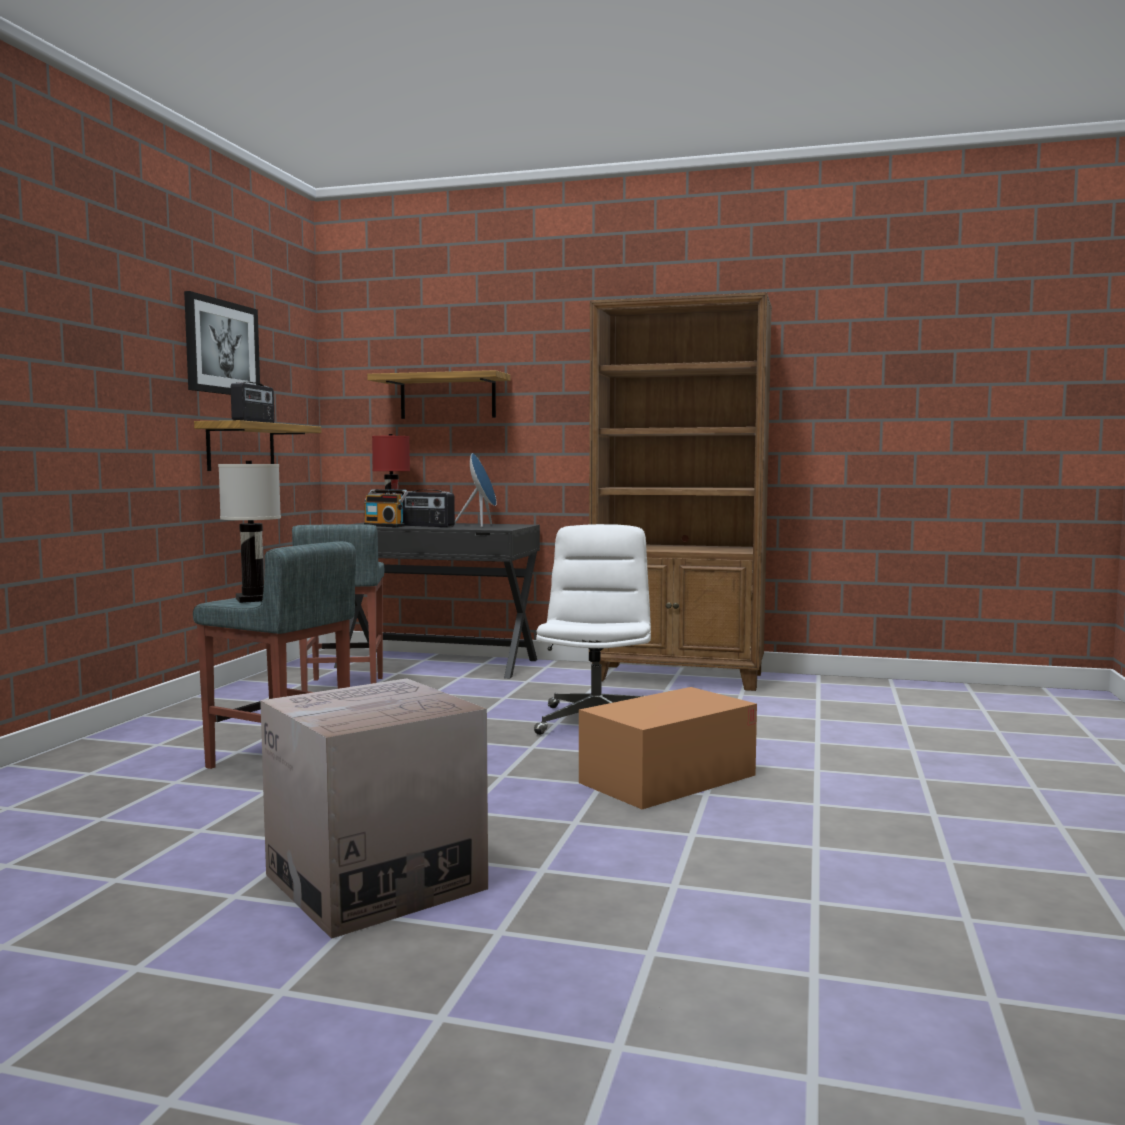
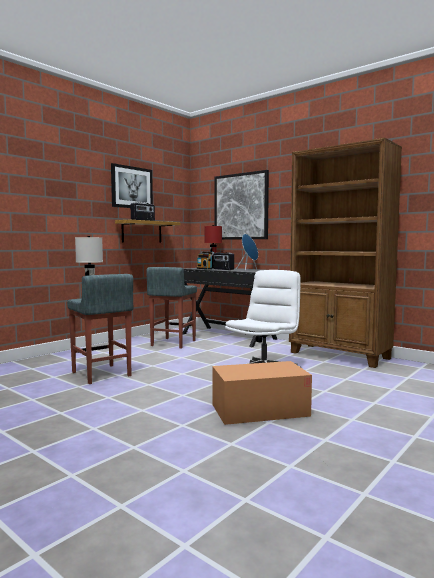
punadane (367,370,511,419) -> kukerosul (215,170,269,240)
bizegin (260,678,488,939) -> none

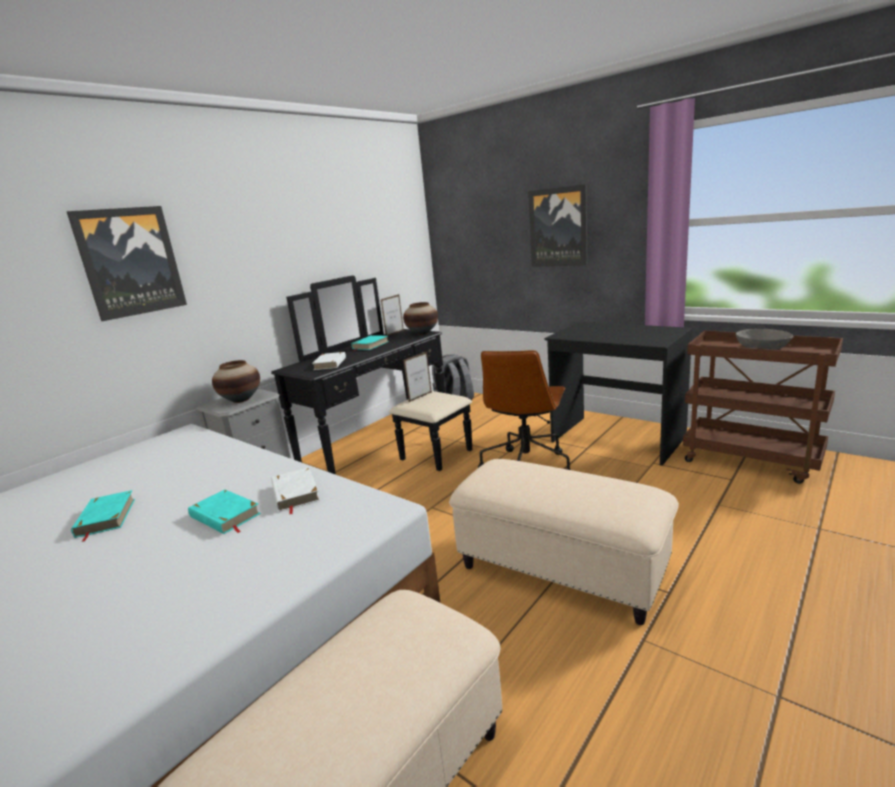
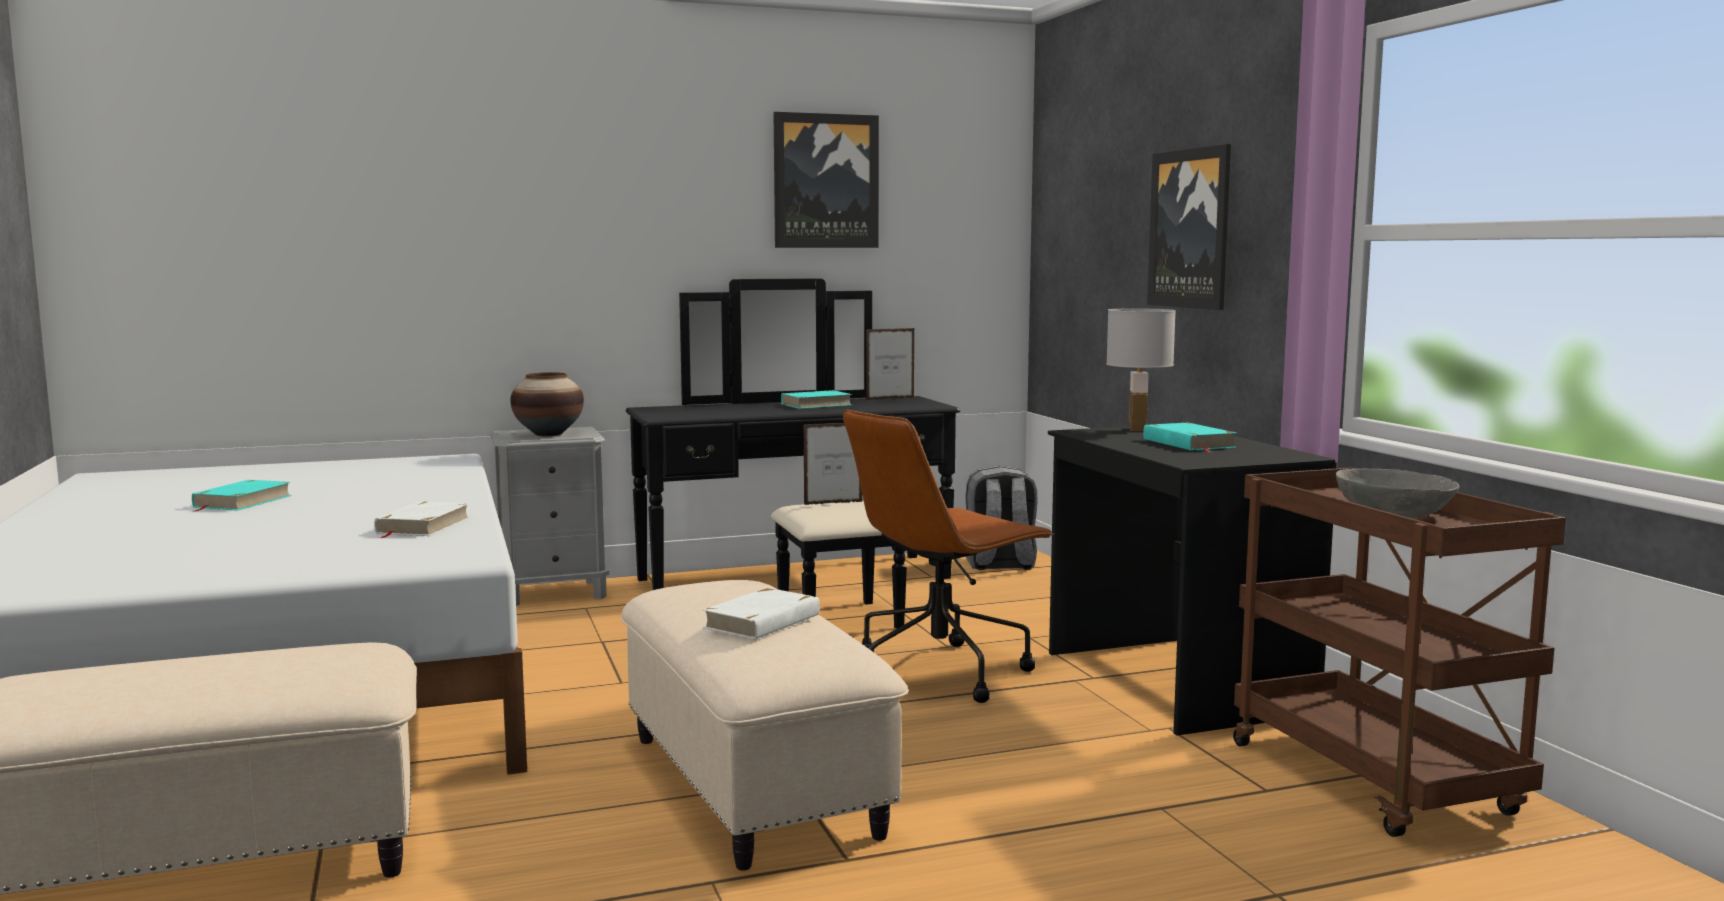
kukerosul (67,206,187,321) -> kukerosul (774,112,879,248), relocated
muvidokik (403,302,438,335) -> none
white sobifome (312,352,346,370) -> white sobifome (703,588,820,640), relocated
turquoise sobifome (188,490,261,534) -> turquoise sobifome (1143,423,1237,452), relocated
none -> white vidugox (1106,308,1176,431)

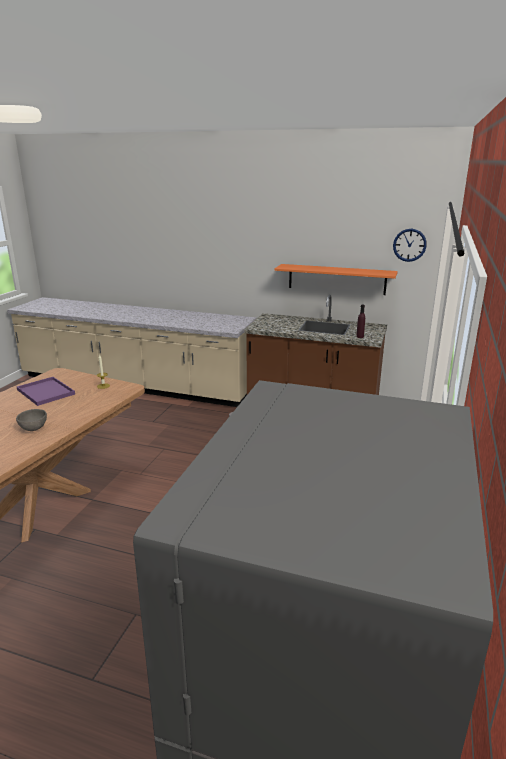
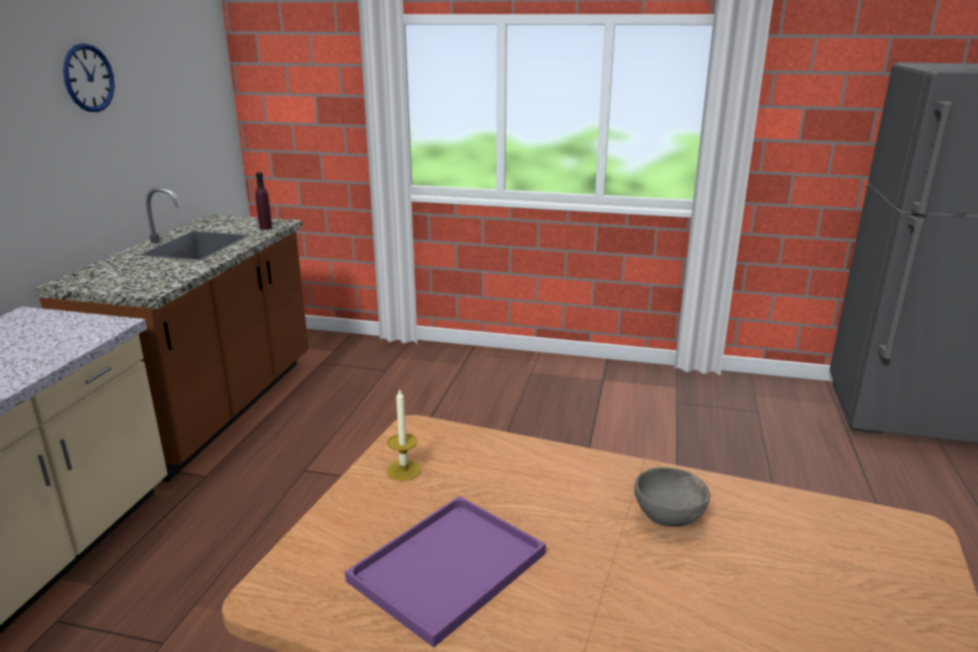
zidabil (393,229,427,262) -> zidabil (63,43,115,112), relocated
orange punadane (274,264,398,295) -> none

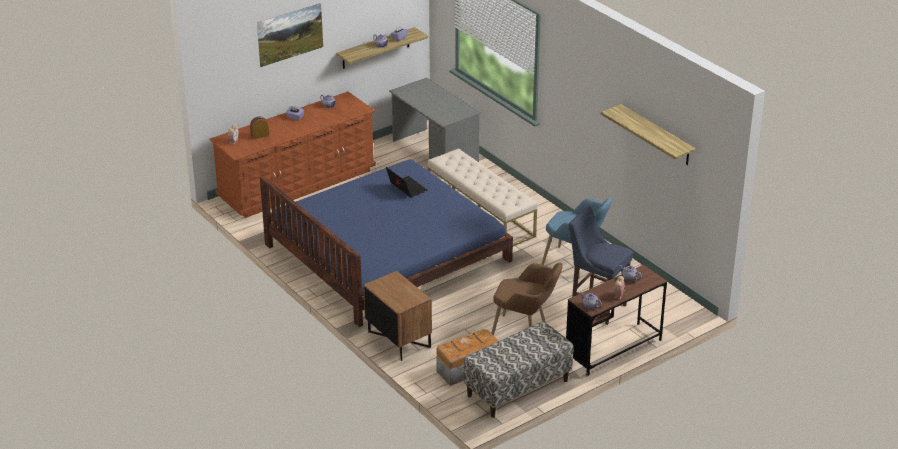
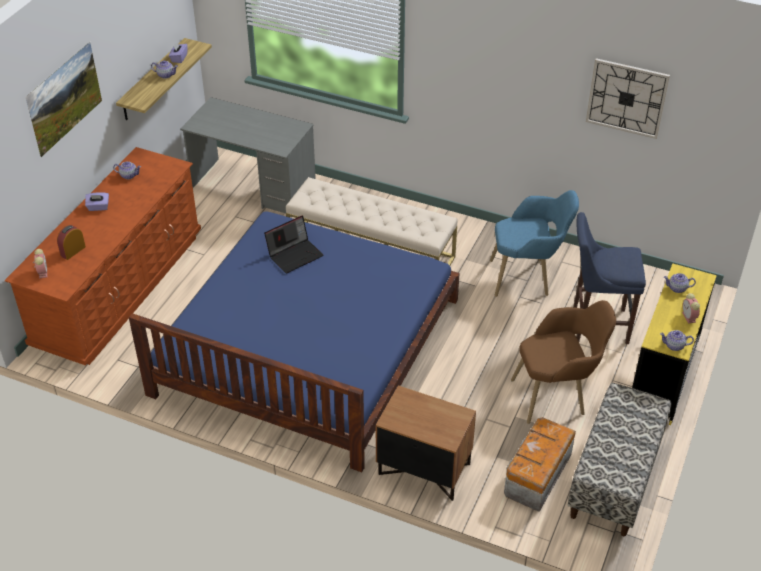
punadane (601,104,696,165) -> zidabil (586,58,670,139)
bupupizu (386,167,428,197) -> bupupizu (264,215,323,273), 120 degrees clockwise
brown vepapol (566,265,667,376) -> yellow vepapol (632,263,717,425)

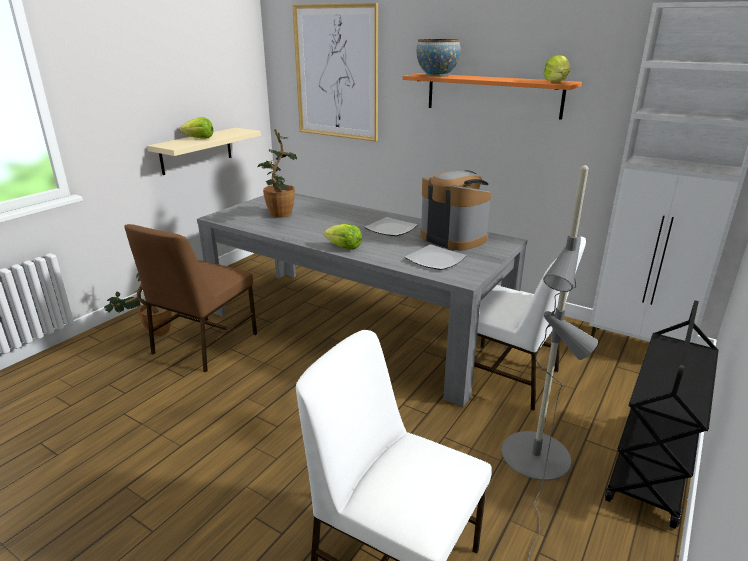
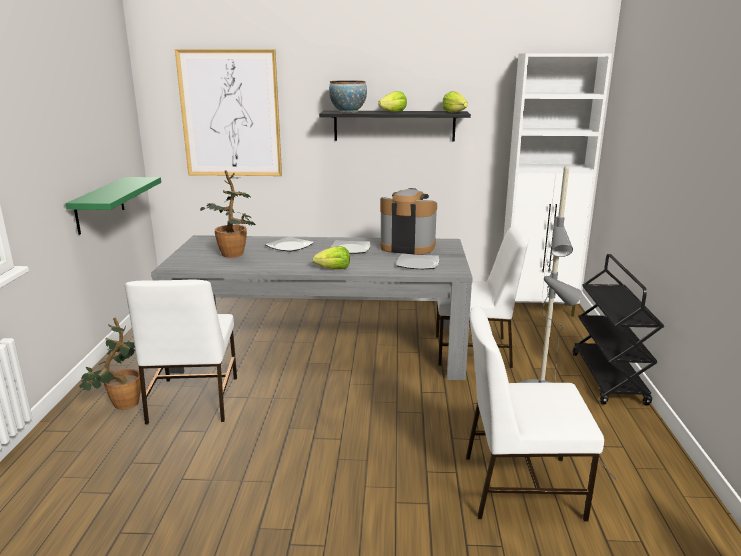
orange punadane (402,73,582,120) -> black punadane (319,111,471,141)
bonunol (180,117,213,139) -> bonunol (378,91,407,112), relocated
beige punadane (147,128,261,175) -> green punadane (65,177,161,235)
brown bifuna (124,224,257,372) -> white bifuna (125,280,237,425)
none -> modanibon (265,236,314,252)

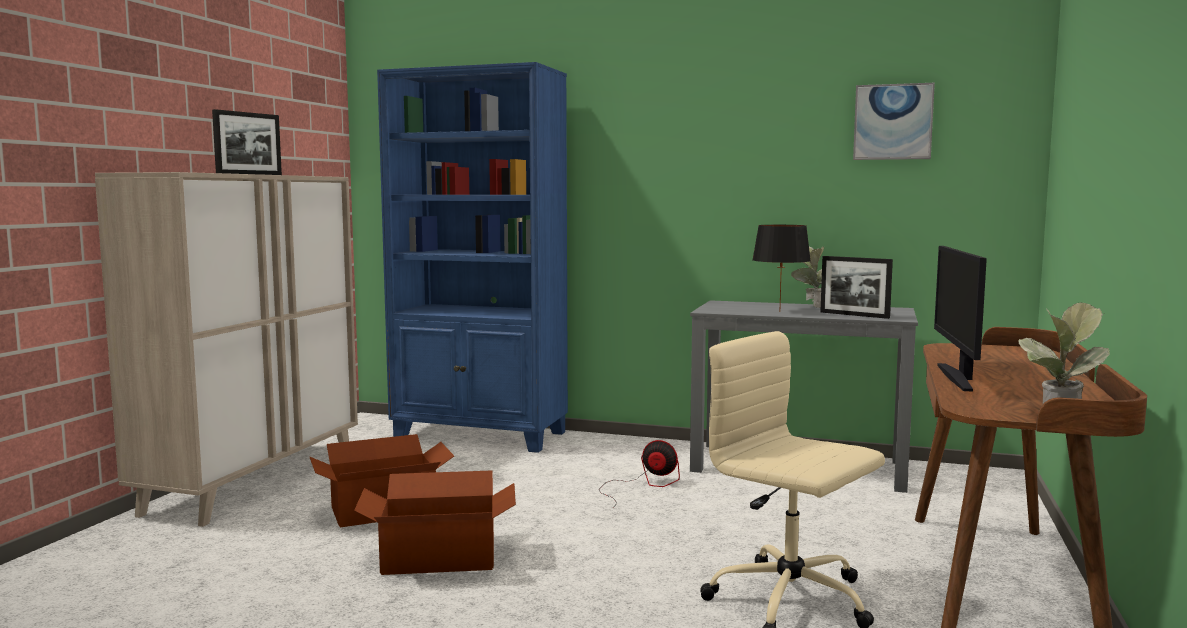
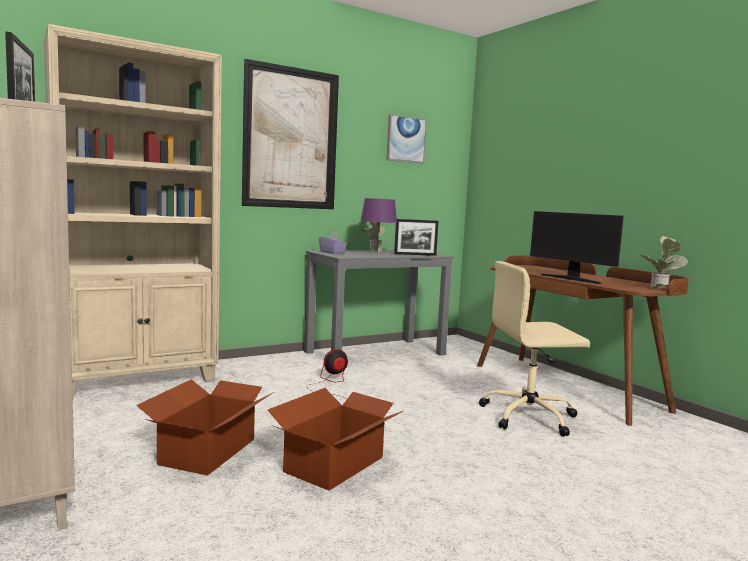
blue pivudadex (377,62,568,453) -> beige pivudadex (44,24,222,396)
black vidugox (752,225,811,312) -> purple vidugox (360,198,397,251)
none -> kukerosul (242,59,339,209)
none -> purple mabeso (319,232,347,254)

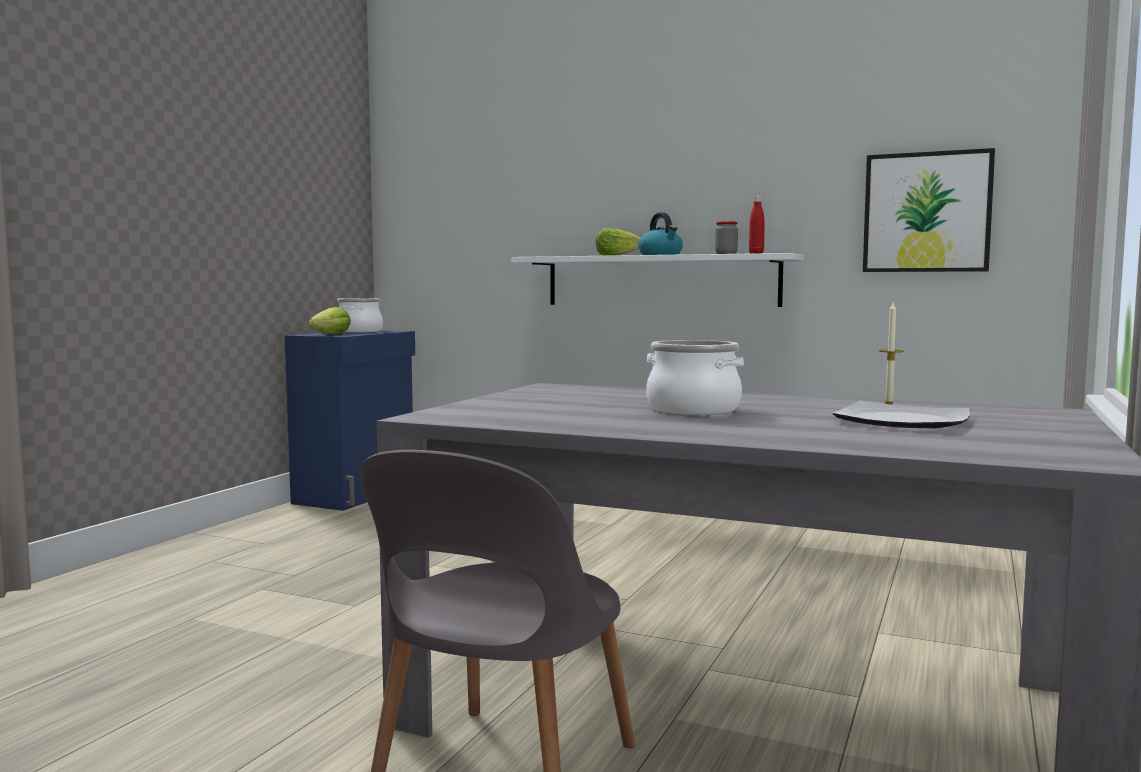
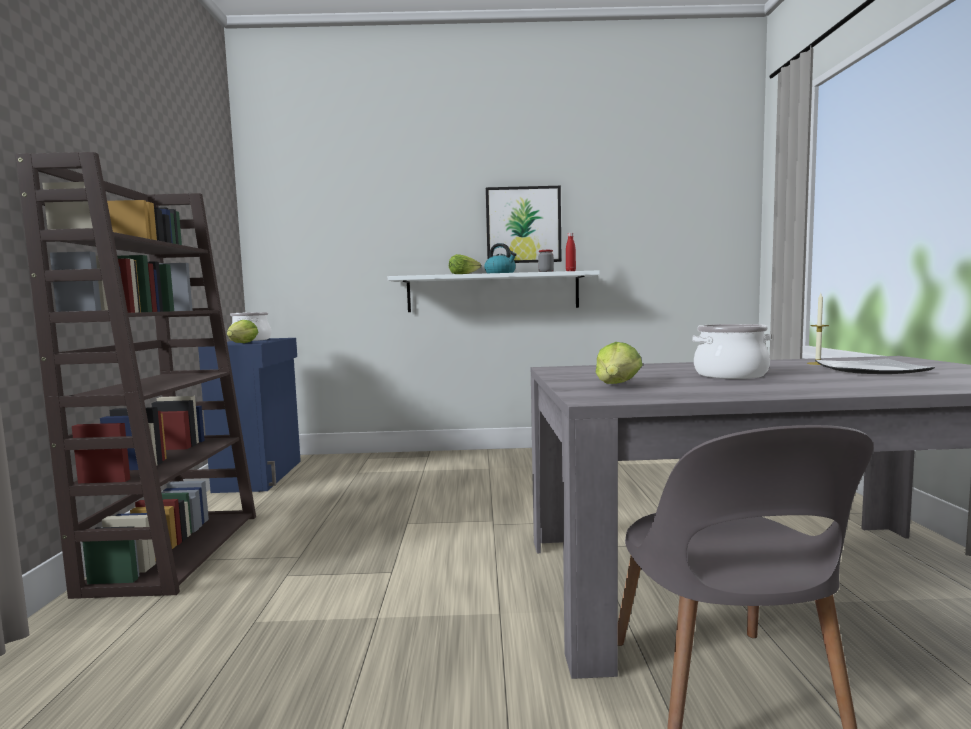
kukerosul (863,148,995,272) -> kukerosul (486,186,562,263), relocated
none -> brown pivudadex (16,152,256,599)
none -> bonunol (596,342,643,384)

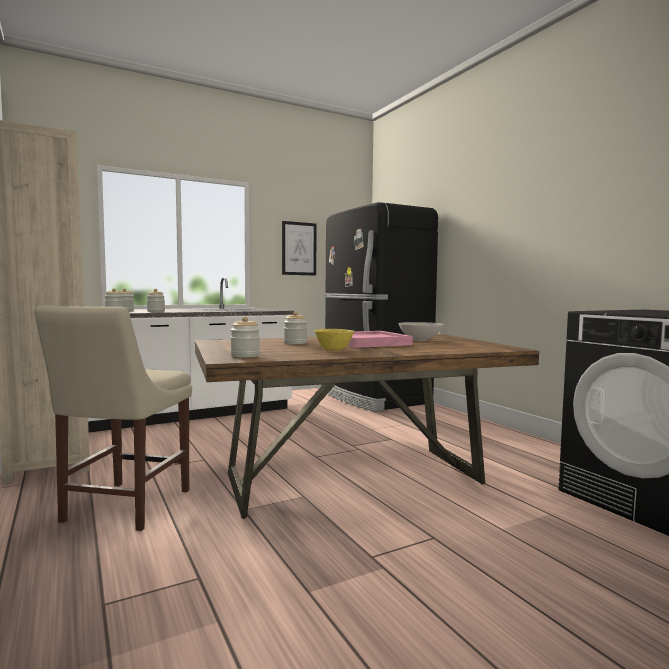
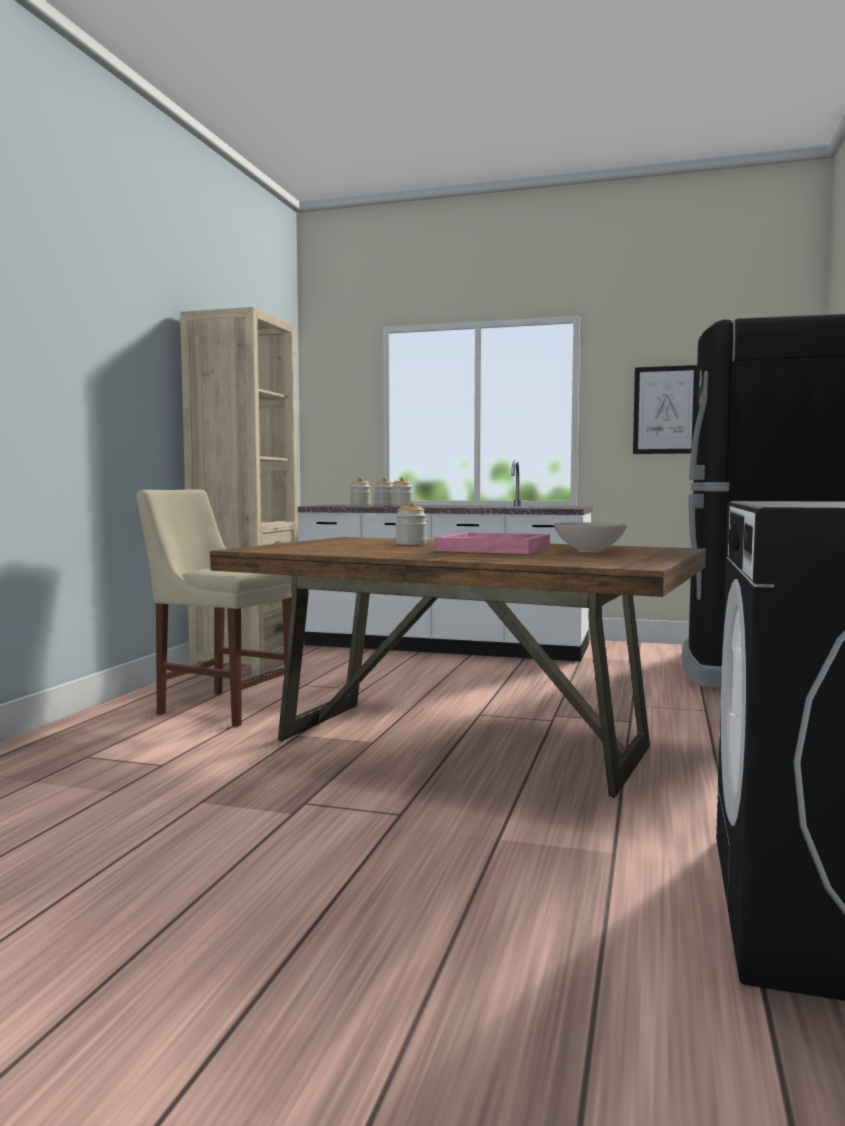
beige bifuna (34,305,192,531) -> beige bifuna (136,489,292,727), 60 degrees clockwise
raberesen (230,317,260,358) -> none
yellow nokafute (314,329,354,351) -> none

